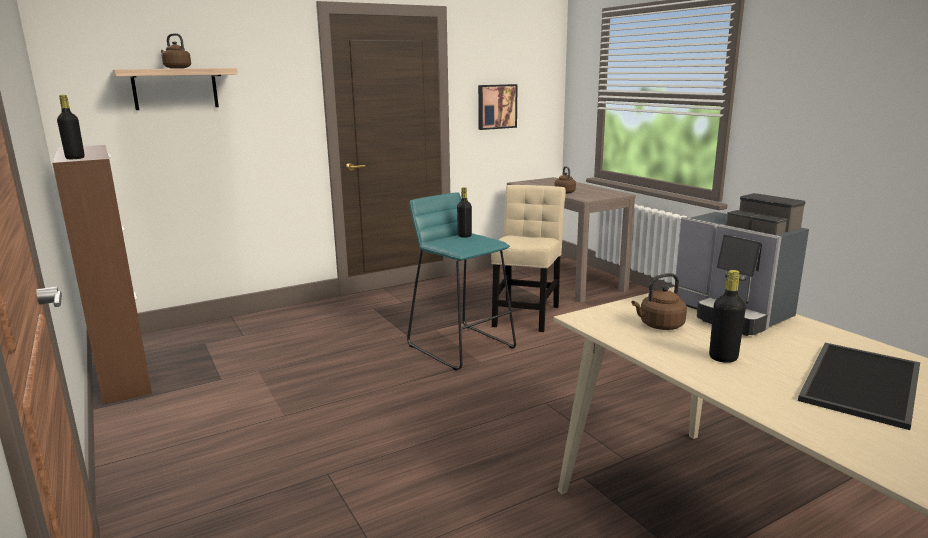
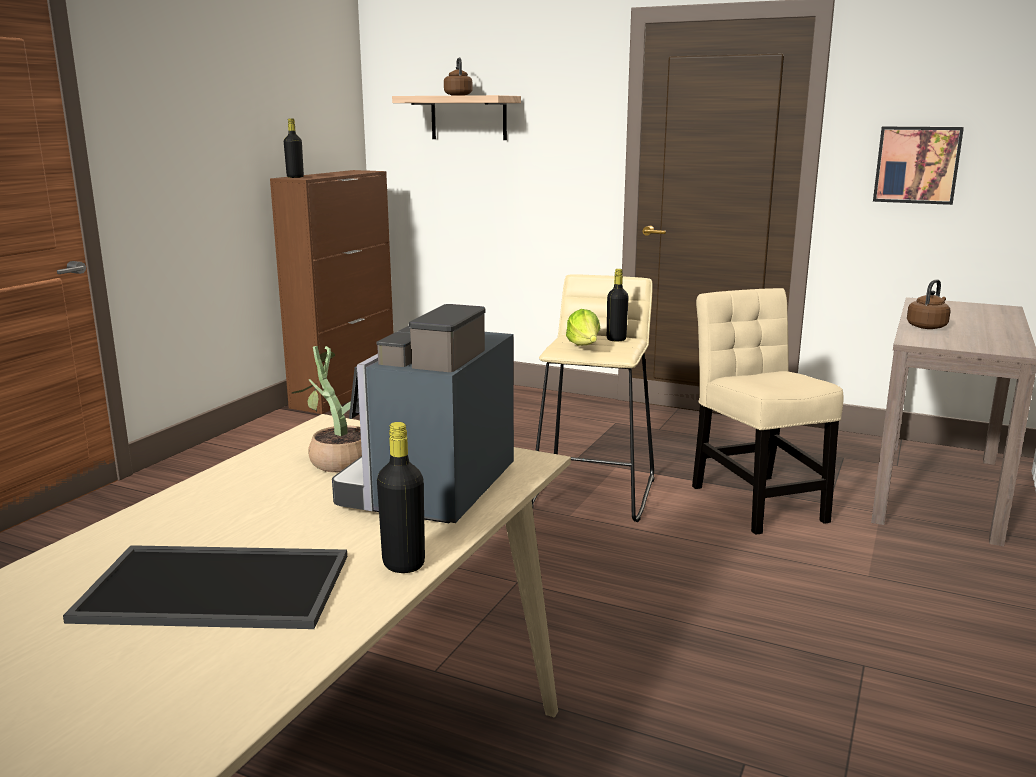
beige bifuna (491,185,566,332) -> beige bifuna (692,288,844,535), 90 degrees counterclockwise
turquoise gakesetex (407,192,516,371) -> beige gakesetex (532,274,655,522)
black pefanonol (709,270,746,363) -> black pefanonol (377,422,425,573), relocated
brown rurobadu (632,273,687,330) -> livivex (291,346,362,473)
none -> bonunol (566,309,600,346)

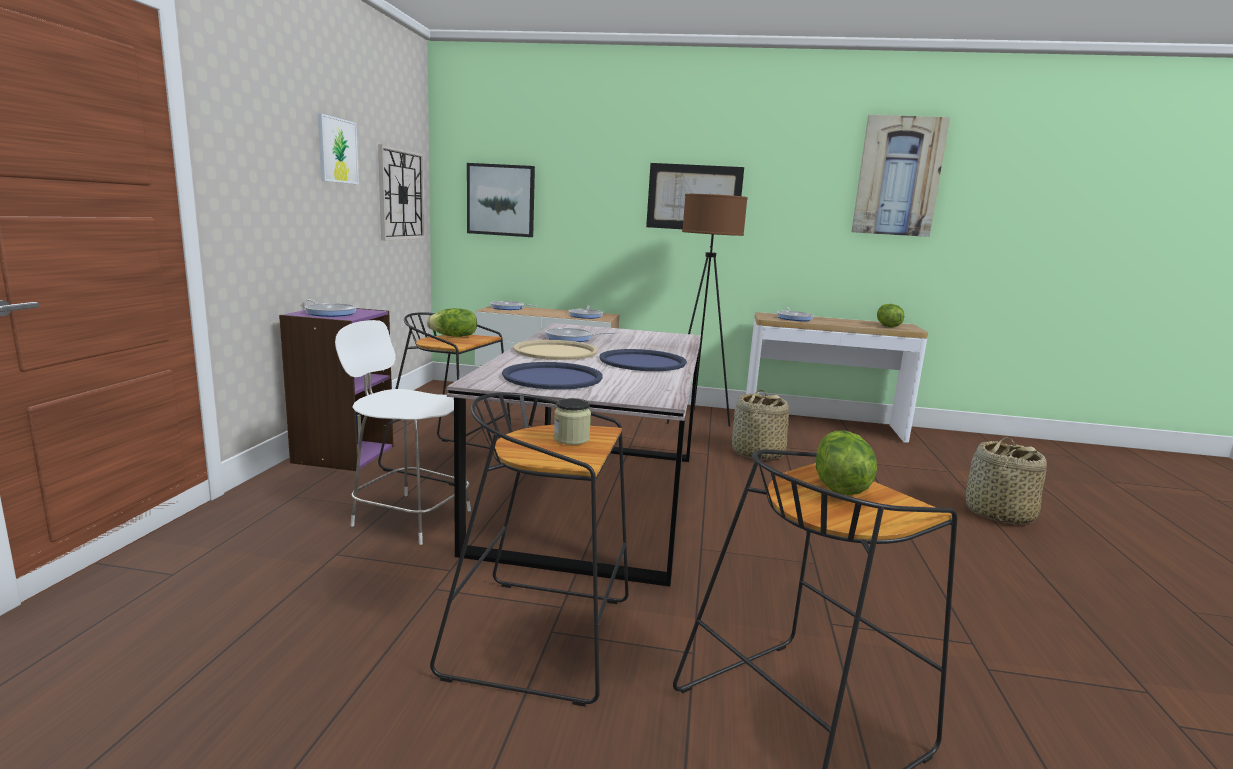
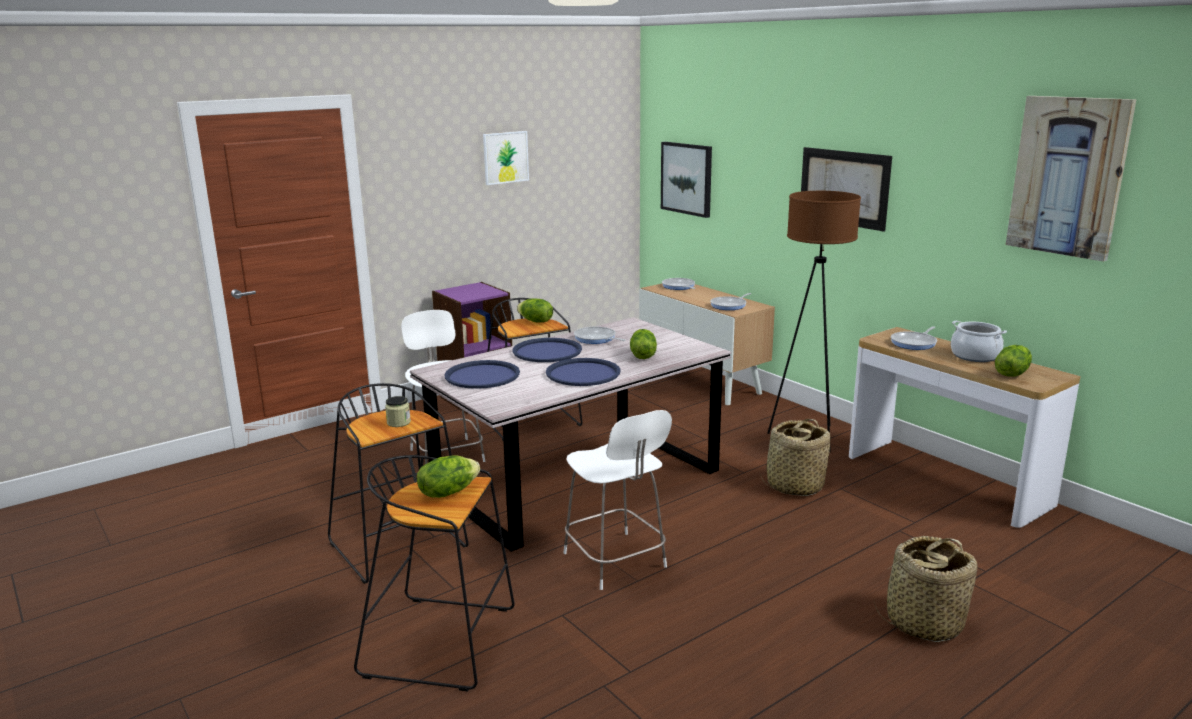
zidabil (378,144,425,241) -> none
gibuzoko (305,299,357,317) -> none
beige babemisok (513,340,598,360) -> blue babemisok (512,338,582,362)
none -> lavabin (951,320,1007,362)
none -> bonunol (630,329,657,359)
none -> white bifuna (563,410,672,590)

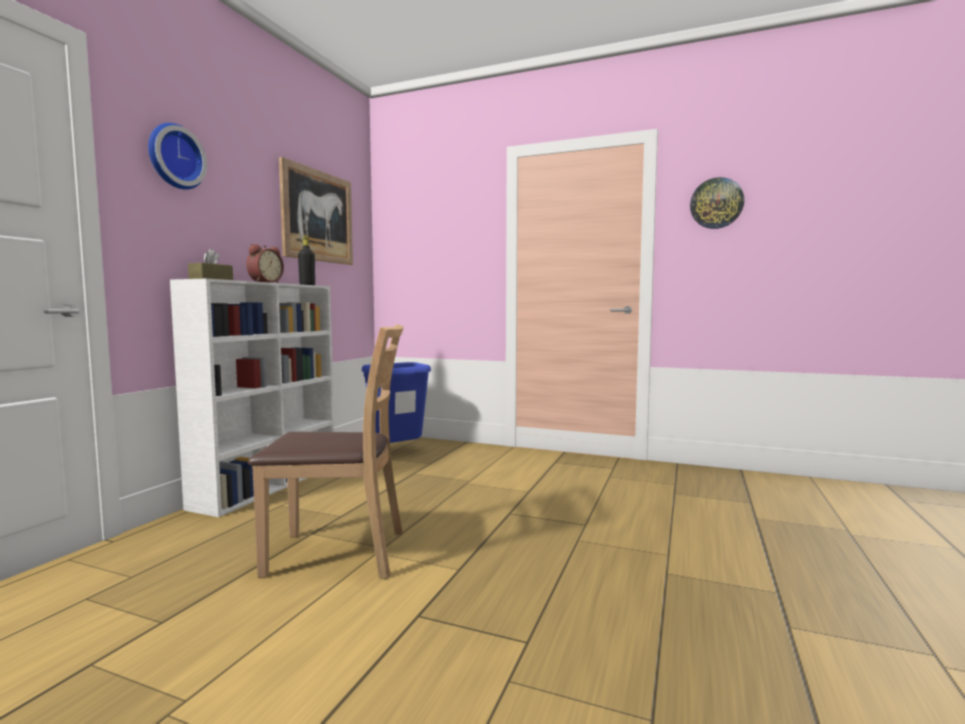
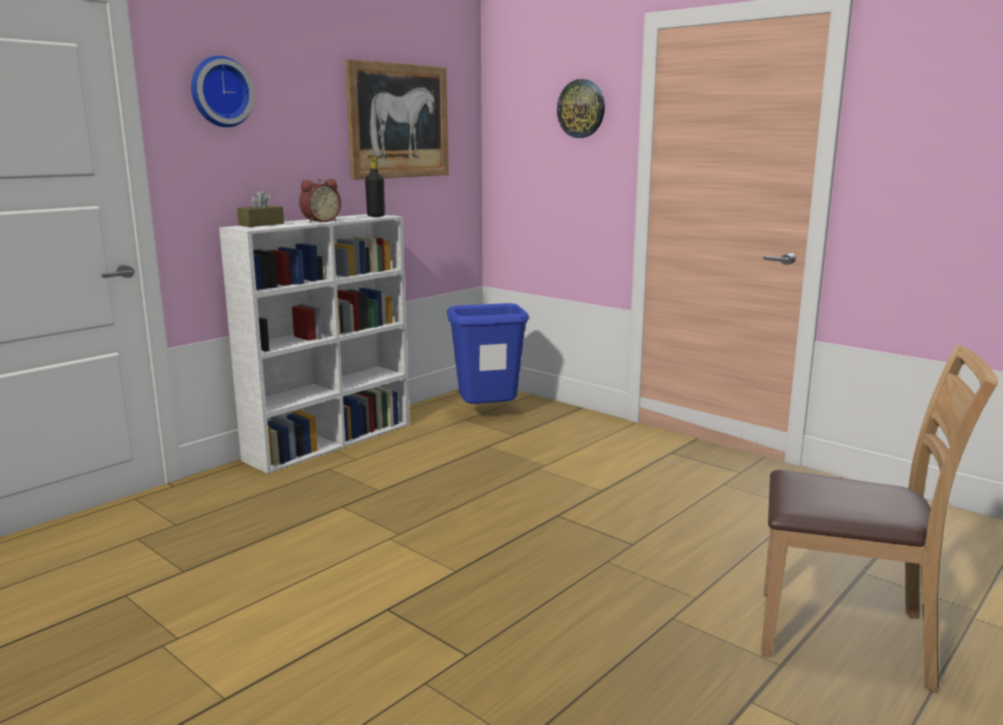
zidabil (690,177,744,229) -> zidabil (557,79,605,138), relocated
brown bifuna (248,324,404,579) -> brown bifuna (761,344,998,693), relocated

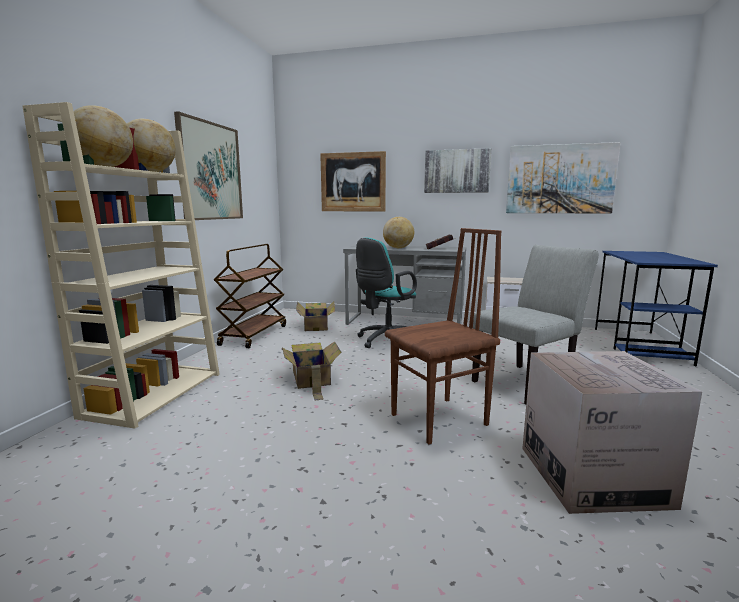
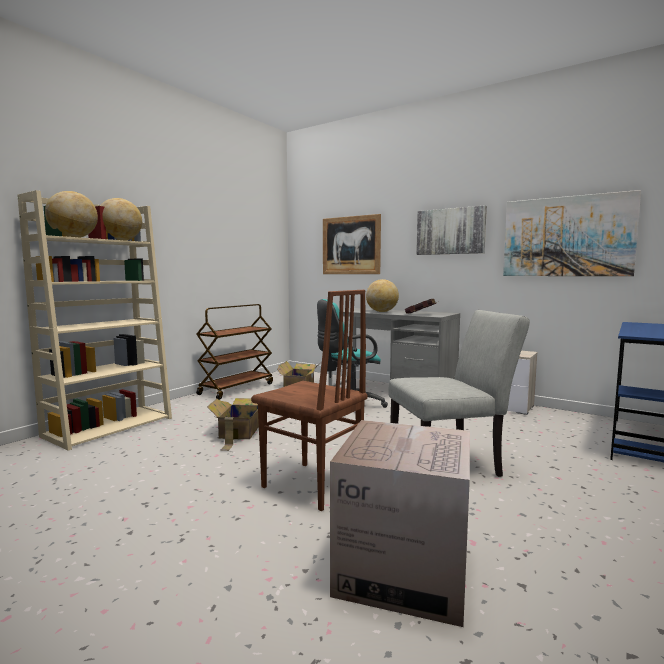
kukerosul (174,111,243,220) -> none
brown bifuna (385,228,501,445) -> brown bifuna (251,290,367,511), 45 degrees clockwise

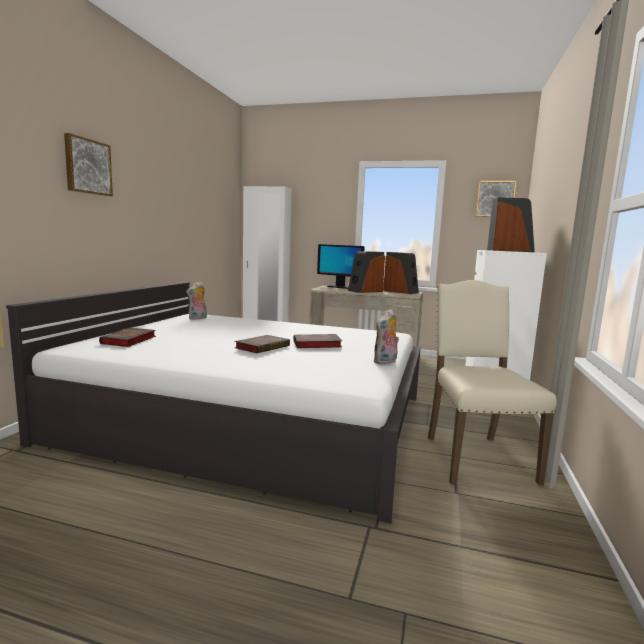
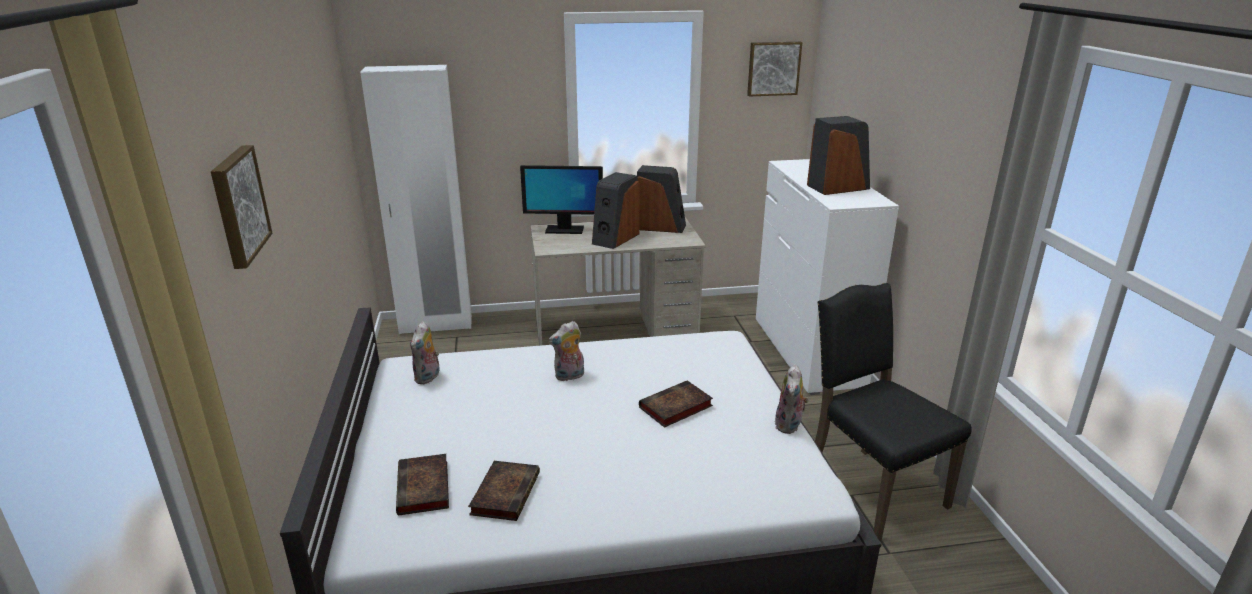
beige bifuna (428,280,557,485) -> black bifuna (815,283,971,541)
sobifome (235,335,290,353) -> sobifome (468,461,540,521), relocated
none -> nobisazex (549,321,584,381)

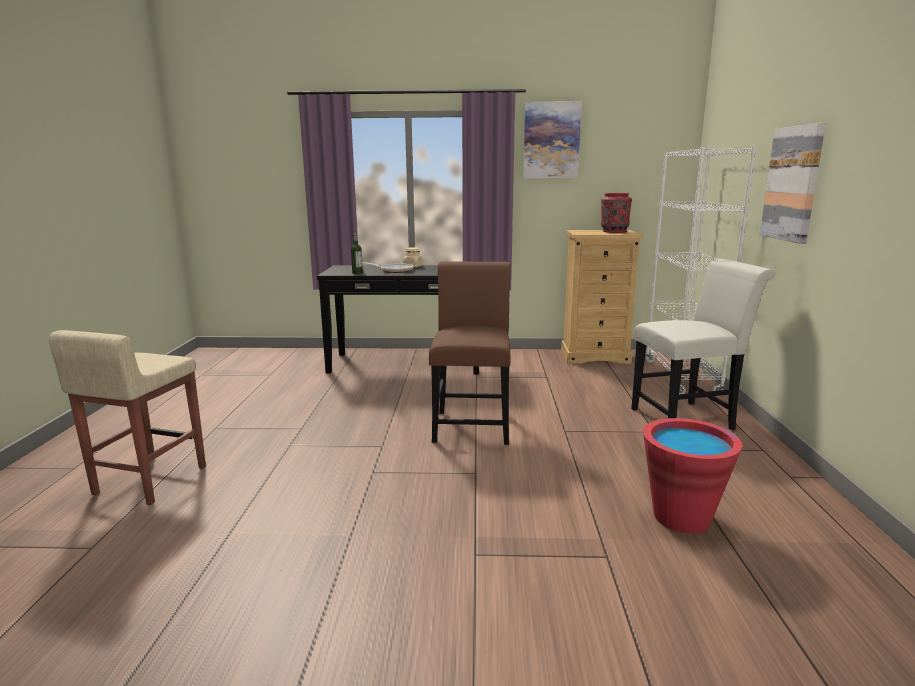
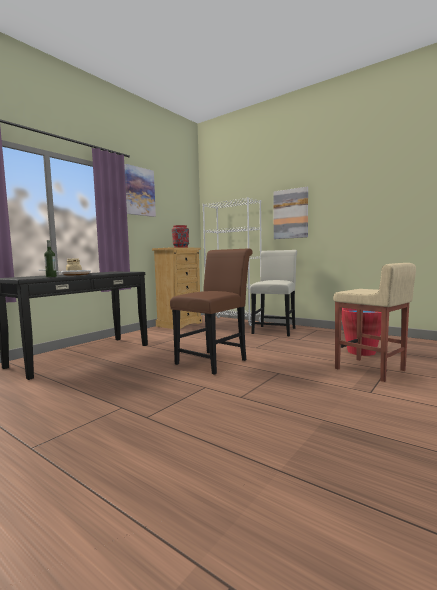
brown bifuna (429,262,511,445) -> brown bifuna (170,249,253,375), 90 degrees clockwise
beige gakesetex (48,330,206,505) -> beige gakesetex (333,263,416,382), relocated

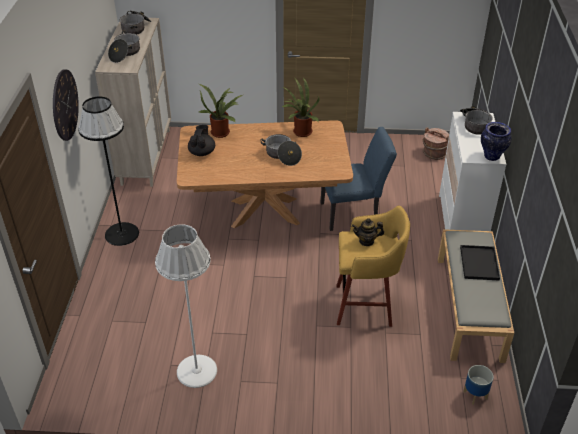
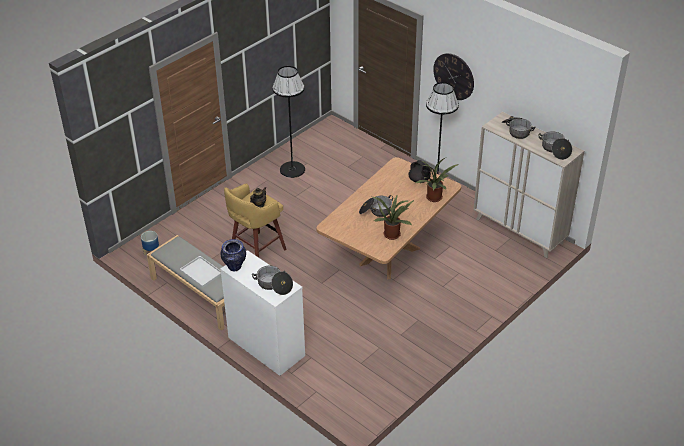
blue bifuna (321,127,397,231) -> none
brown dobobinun (423,127,449,160) -> none
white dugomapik (155,224,217,388) -> black dugomapik (272,66,305,178)
black babemisok (460,245,500,281) -> white babemisok (180,256,221,288)

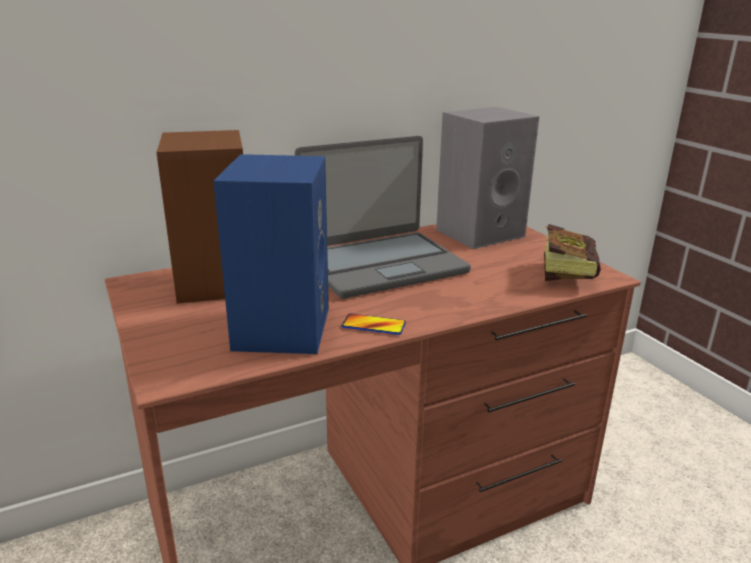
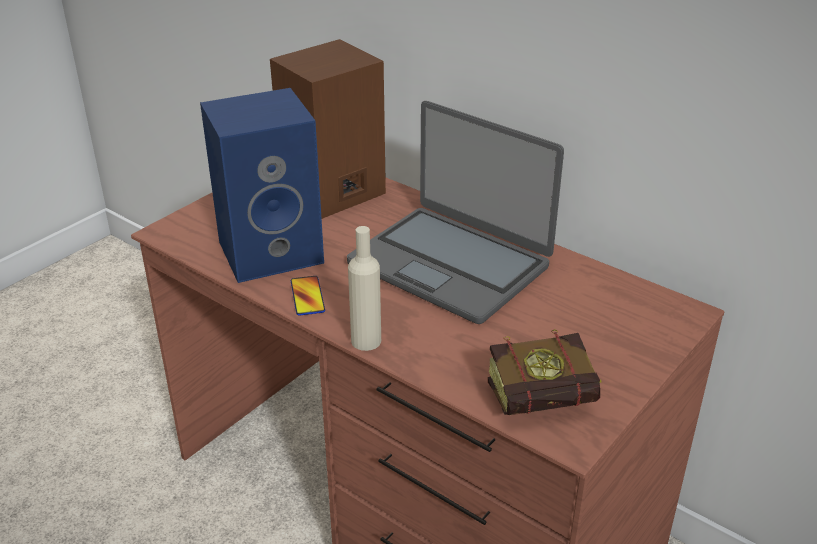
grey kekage (436,107,539,249) -> none
none -> beige pefanonol (348,226,381,351)

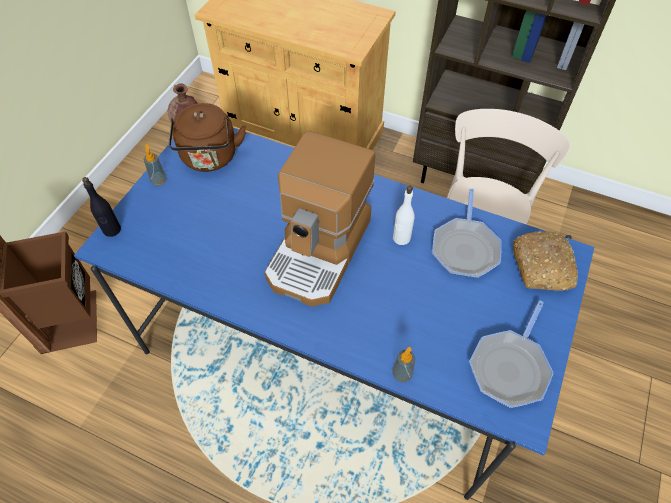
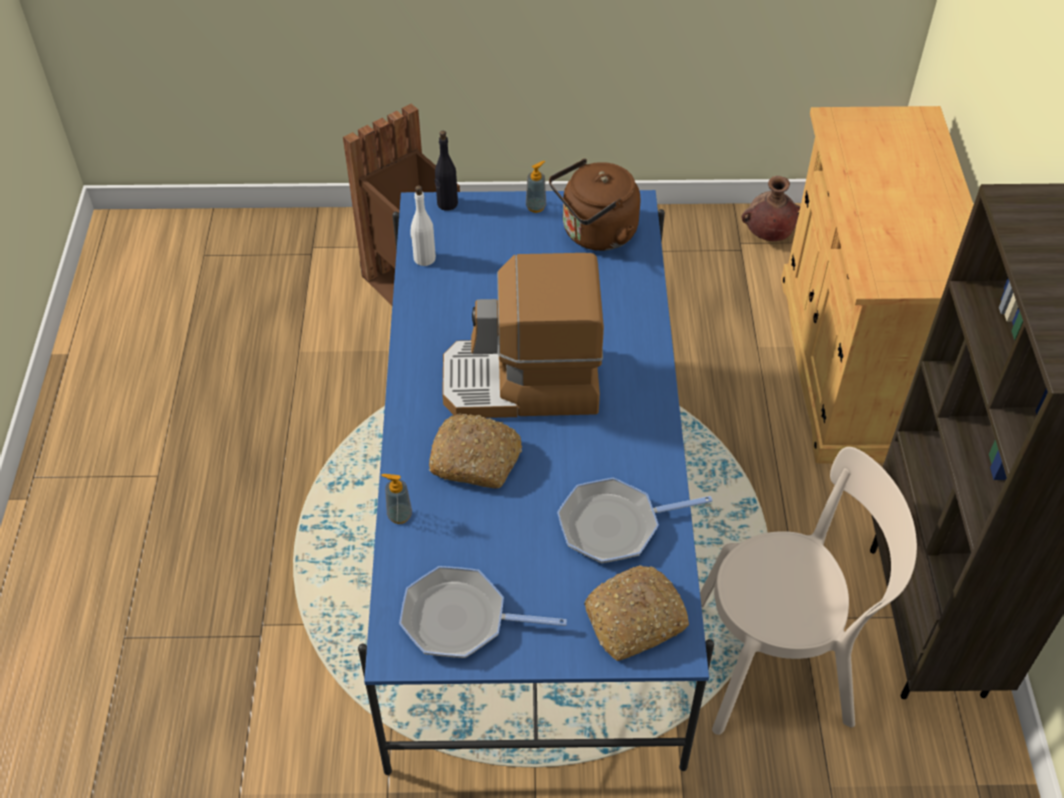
white pefanonol (393,186,414,245) -> white pefanonol (411,186,436,266), relocated
none -> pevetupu (428,413,522,489)

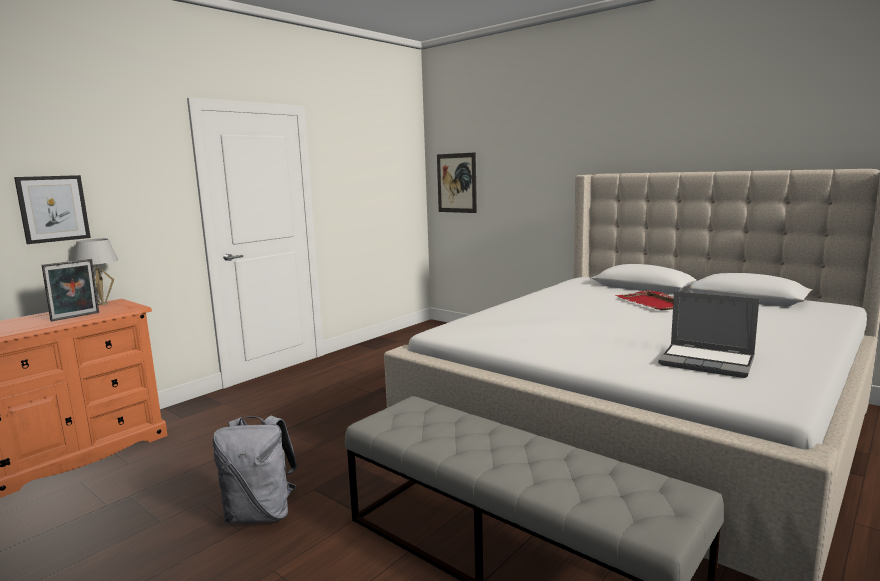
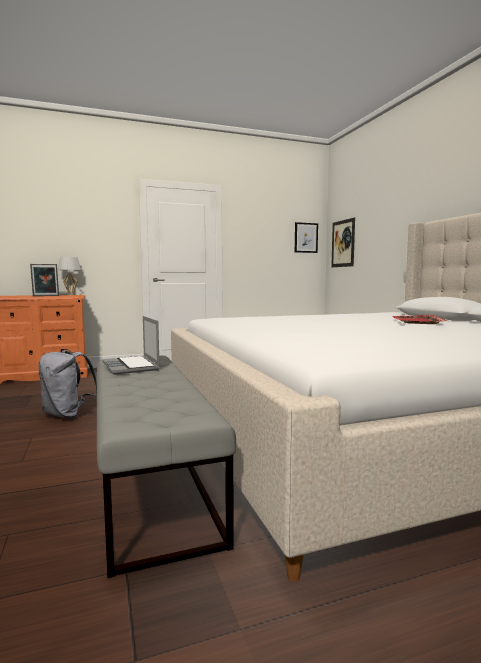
kukerosul (14,175,91,244) -> kukerosul (295,222,318,253), relocated
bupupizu (658,291,759,378) -> bupupizu (103,316,160,375), relocated

